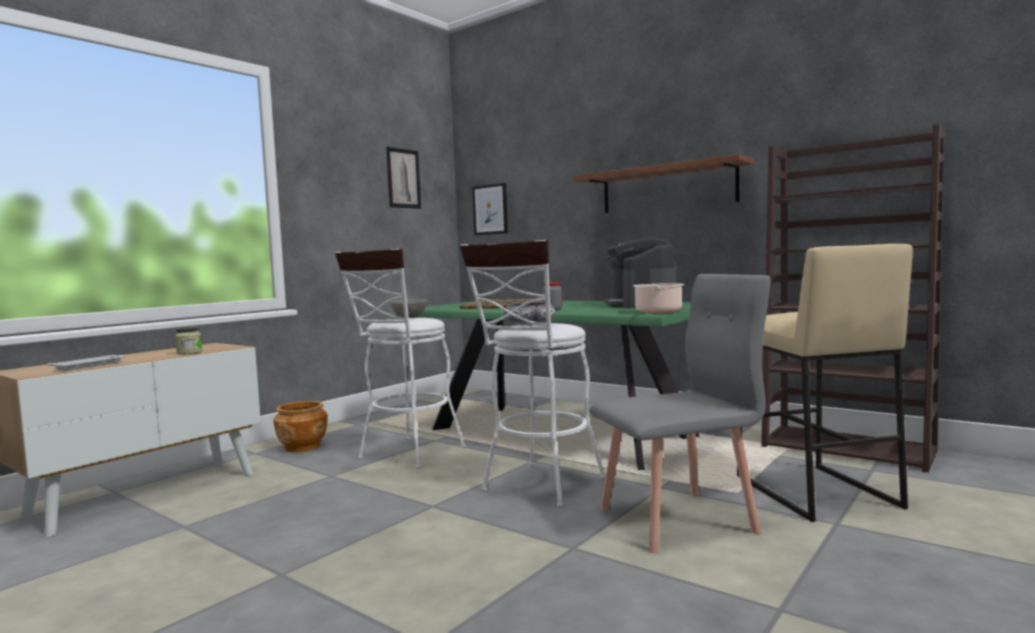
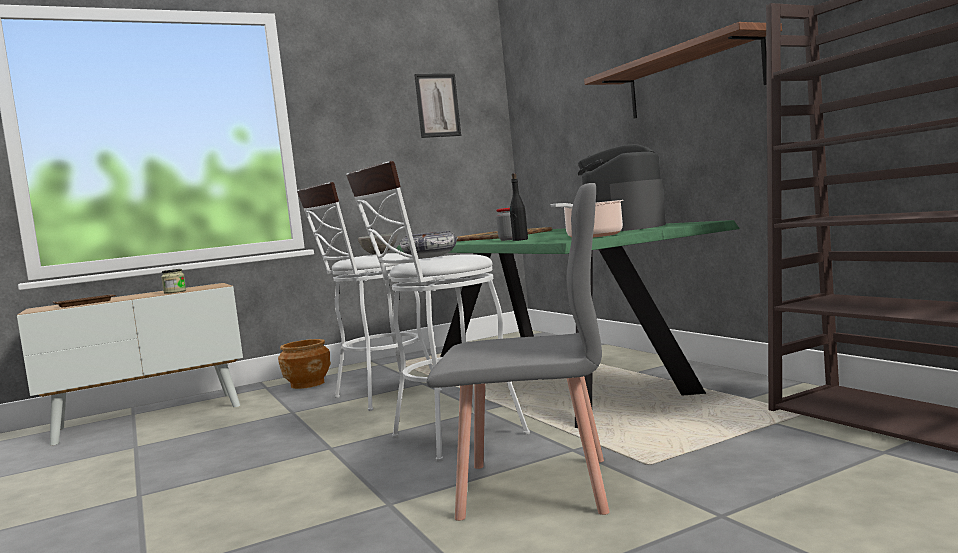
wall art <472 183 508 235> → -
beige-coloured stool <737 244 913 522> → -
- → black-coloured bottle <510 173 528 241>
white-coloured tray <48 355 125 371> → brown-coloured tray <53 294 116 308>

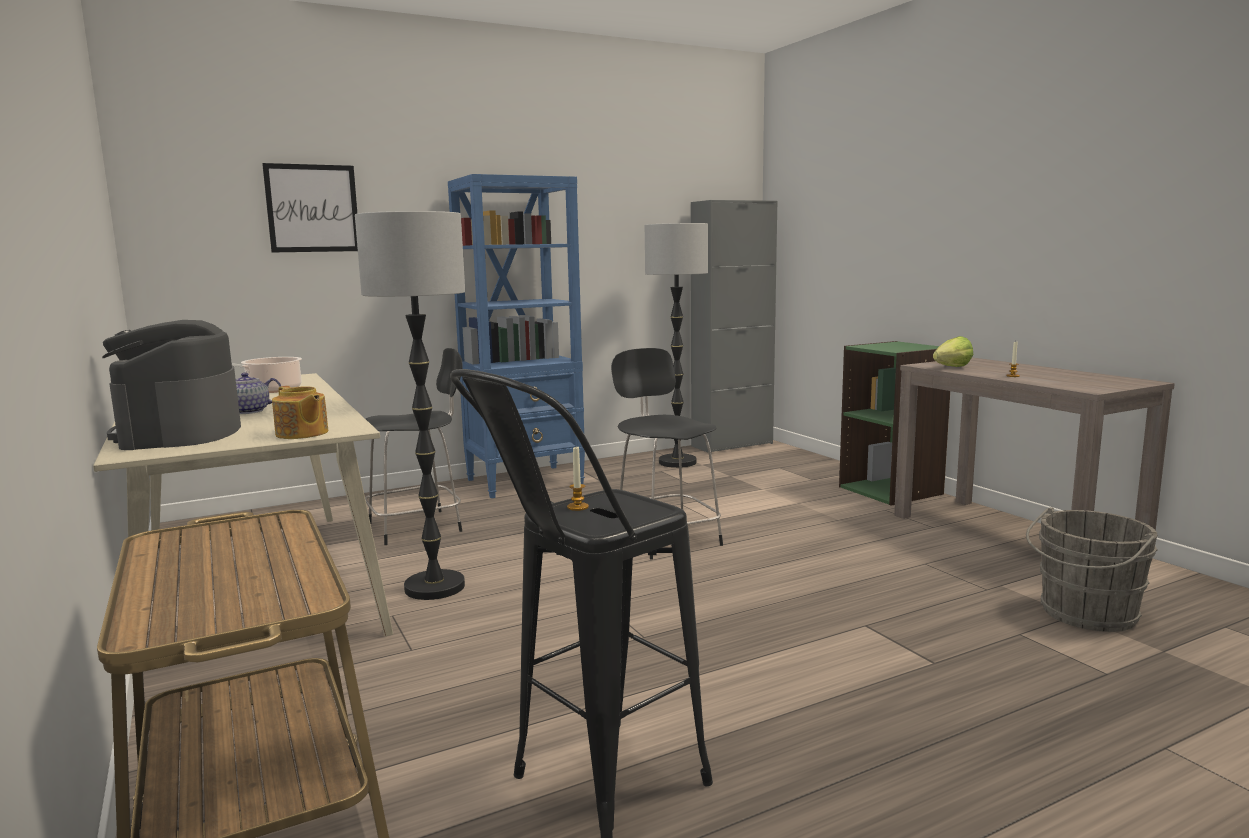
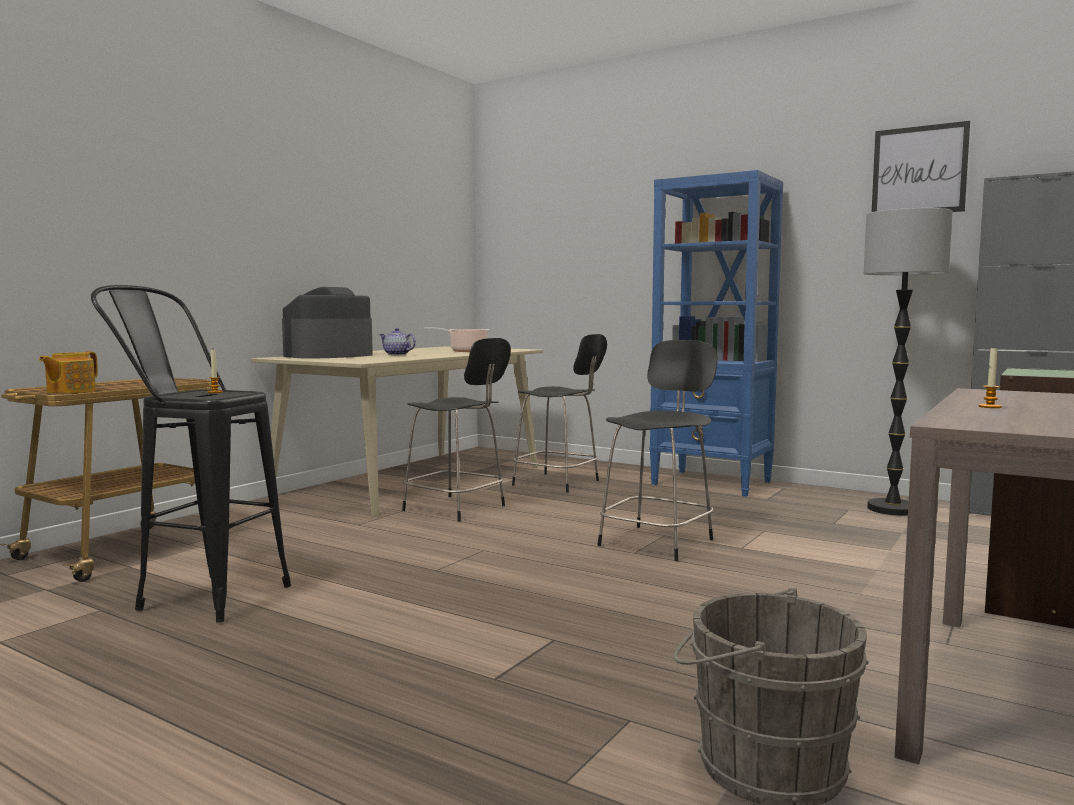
lettuce <933 336 973 367> → -
wall art <262 163 358 253> → wall art <872 121 971 212>, move
teapot <272 386 328 439> → teapot <39 352 98 394>, move
standing lamp <355 211 465 600> → black-coloured upright chair <402 338 511 522>

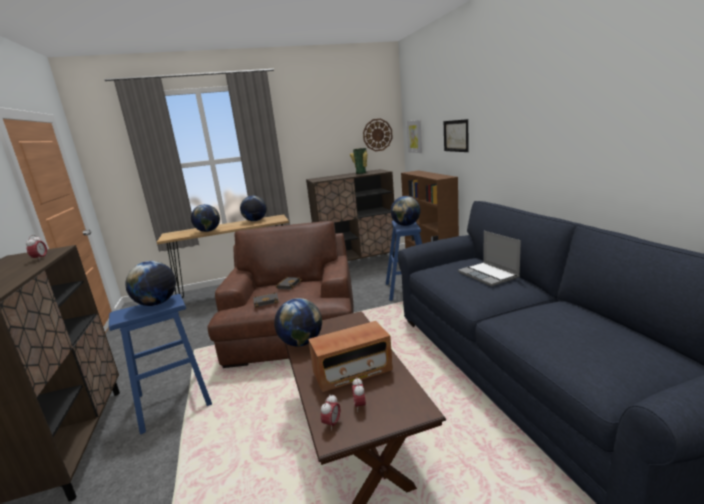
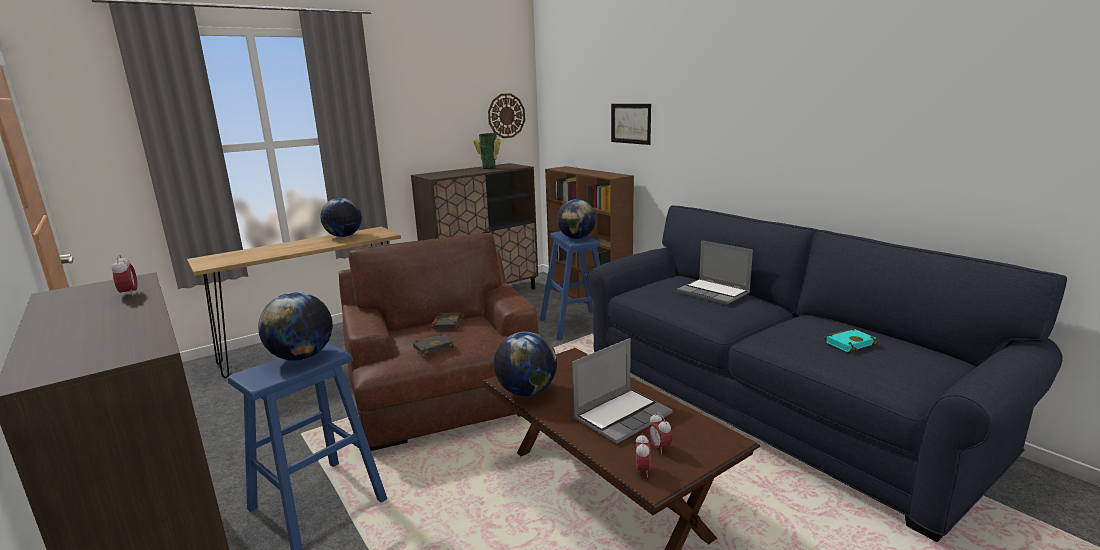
desk globe <191 204 220 232> → -
wall art <407 120 422 153> → -
- → turquoise-coloured volume <824 328 879 353>
radio set <308 321 393 392> → notebook computer <572 338 673 444>

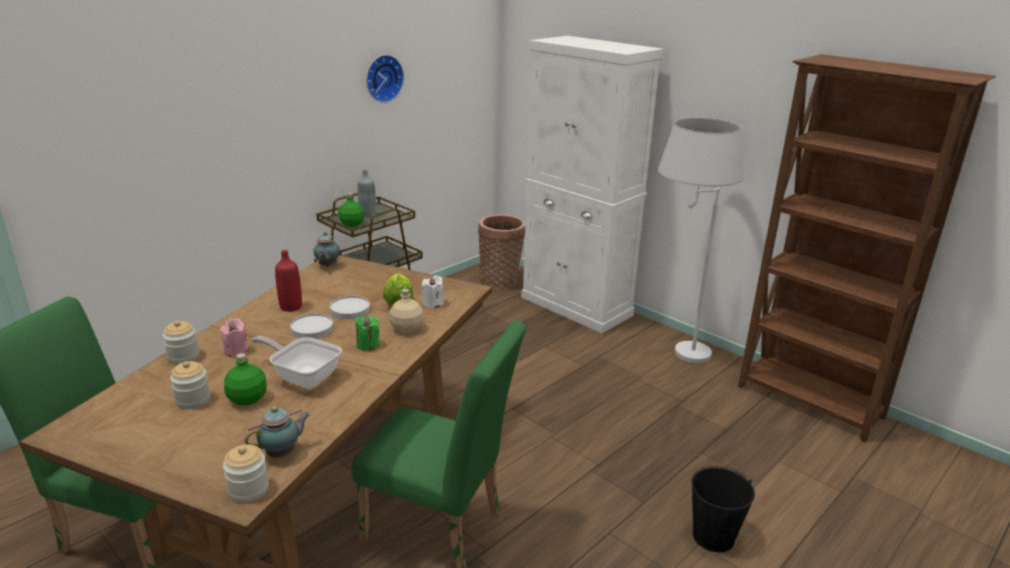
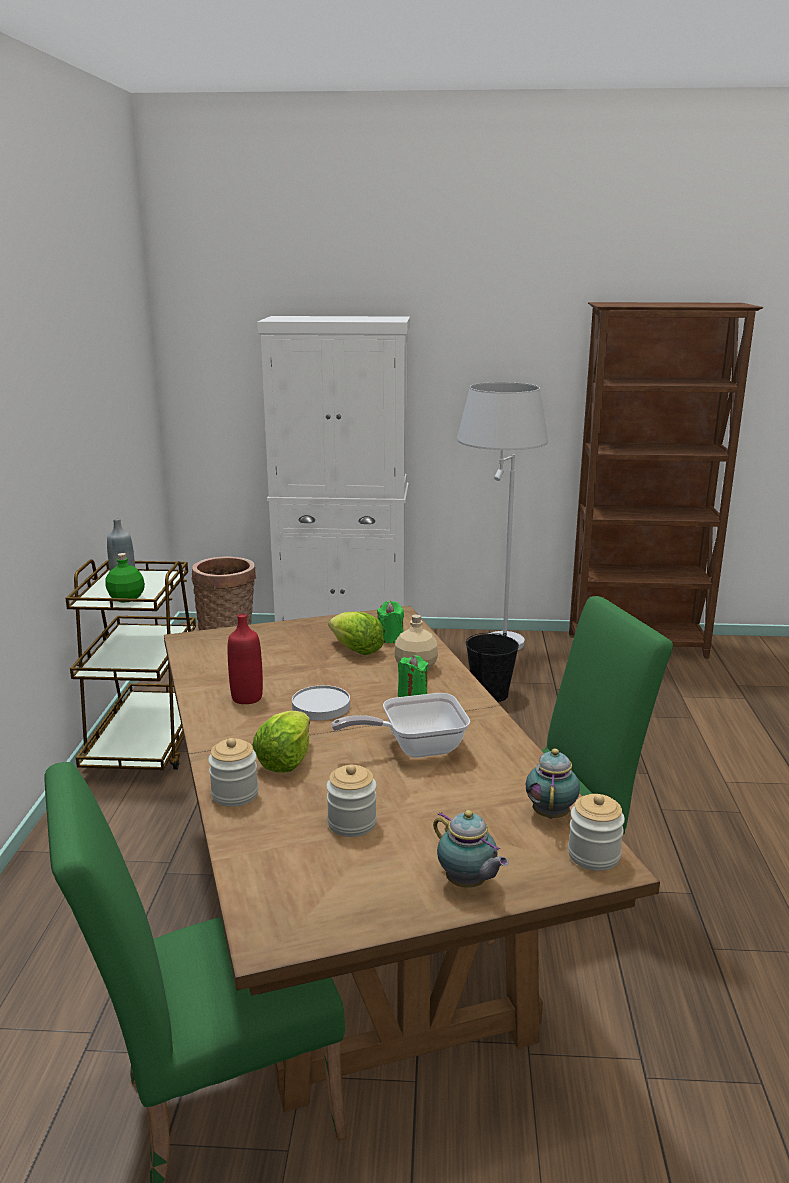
green bottle <224 353 267 405> → -
white-coloured dinner plate <330 296 370 319> → -
wall clock <366 55 404 103> → -
teapot <313 232 340 267> → teapot <433 810 509 888>, move
black-coloured bucket <692 466 755 552> → black-coloured bucket <466 633 519 702>, move
pink-coloured candle <220 318 249 357> → lettuce <253 711 310 773>
white-coloured candle <421 275 444 308> → green candle <377 601 404 643>

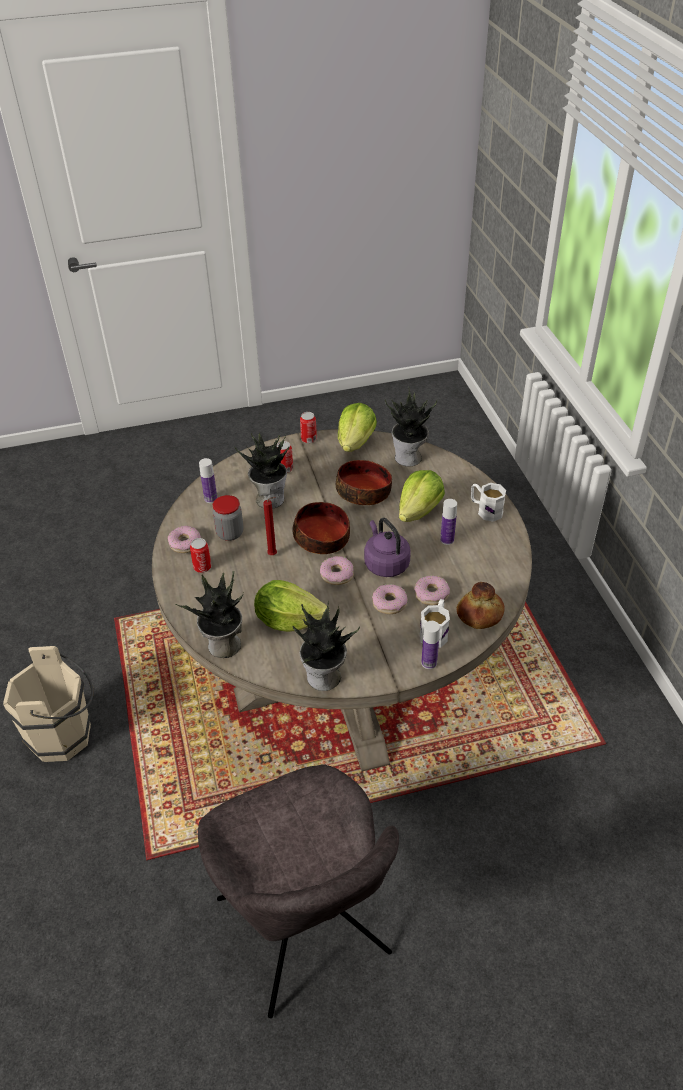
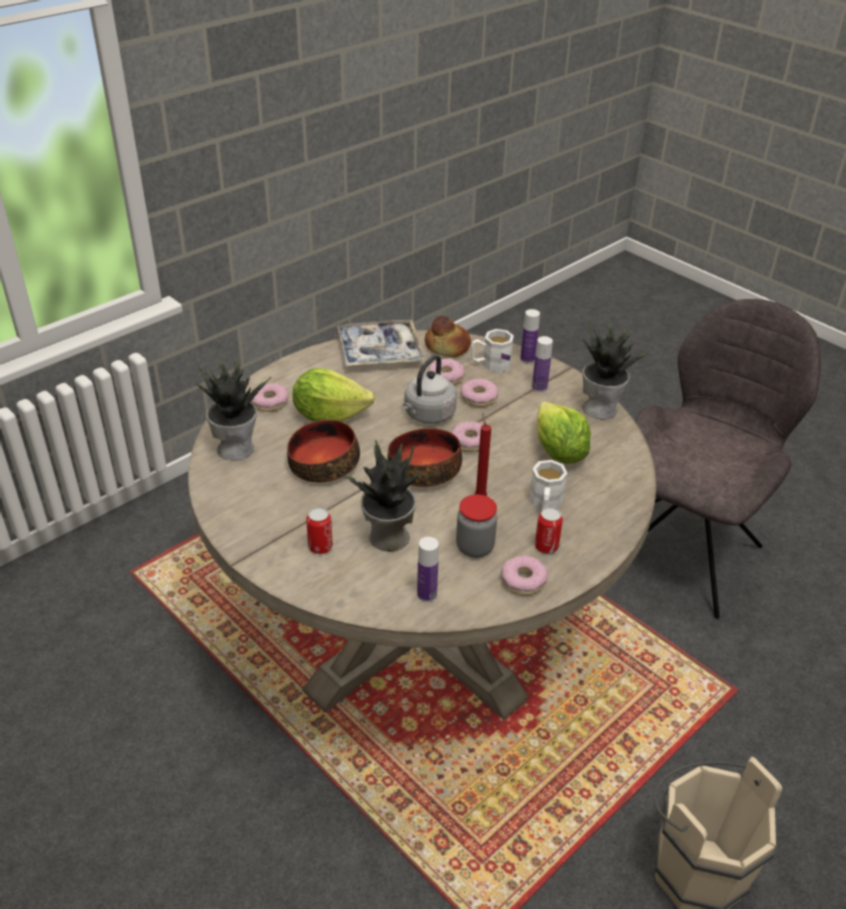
houseplant <176 571 244 658> → -
can <300 412 317 443> → -
lettuce <338 403 377 452> → -
- → doughnut <251 383 288 412>
- → tray <337 320 425 366>
bottle <440 499 457 545> → bottle <532 336 553 392>, move
white-coloured tea mug <471 483 506 522> → white-coloured tea mug <529 460 568 510>, move
purplish tea kettle <364 518 411 577> → greyish tea kettle <403 354 457 424>

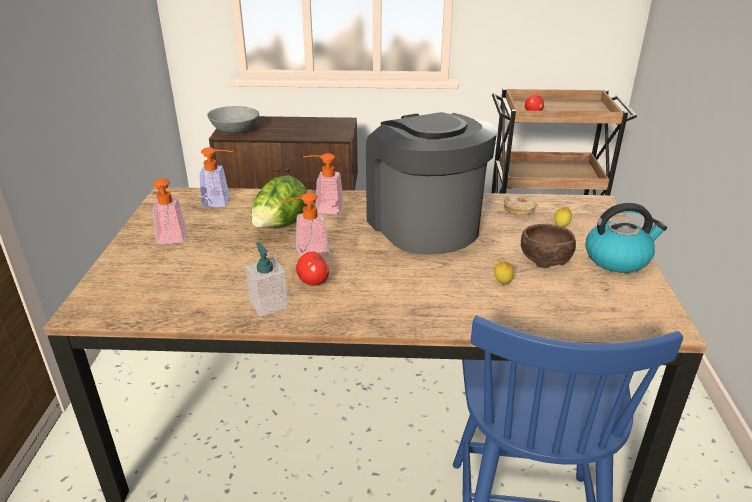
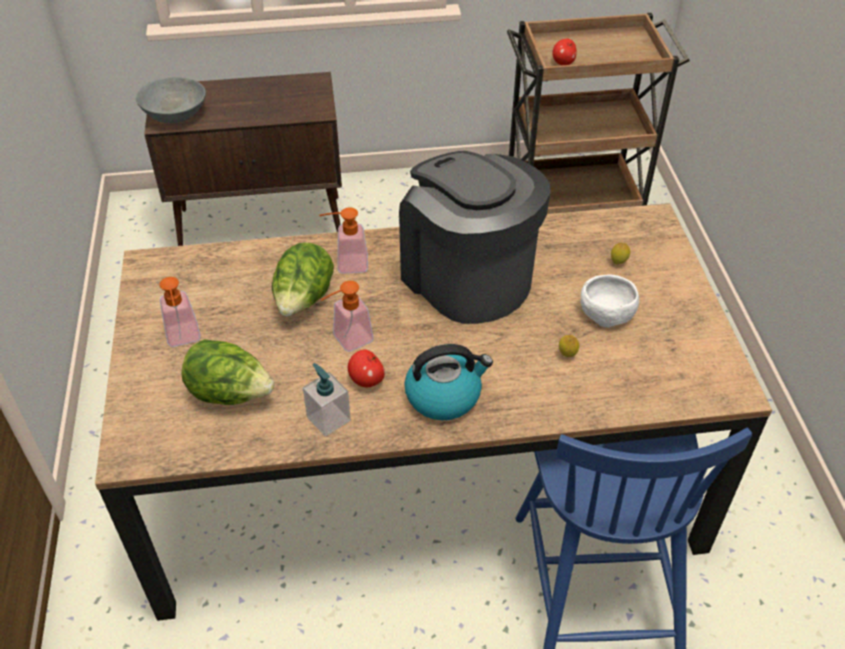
soap dispenser <199 147 233 207> → -
doughnut <504 195 537 215> → -
- → lettuce <181 339 274 405>
tea kettle <585 203 667 273> → tea kettle <404 344 493 420>, move
brown-coloured bowl <521 224 576 268> → white-coloured bowl <581 275 639 328>

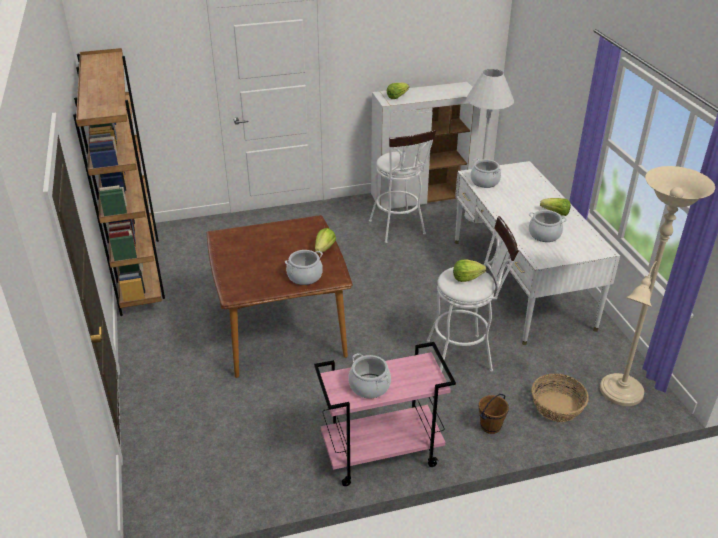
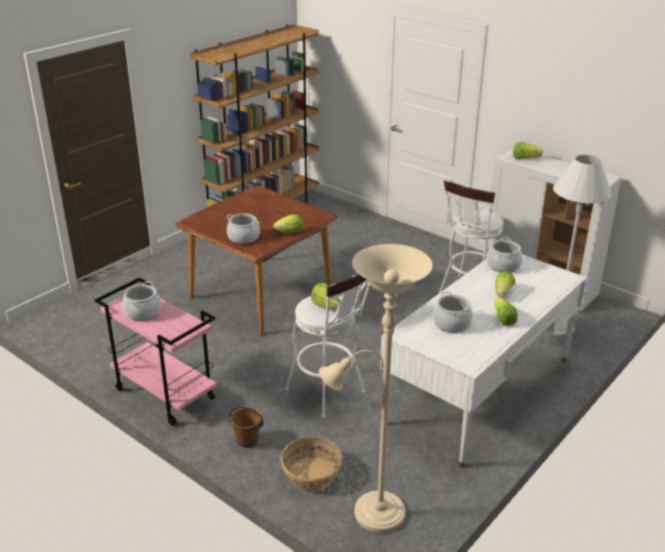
- → lettuce <495 271 515 298>

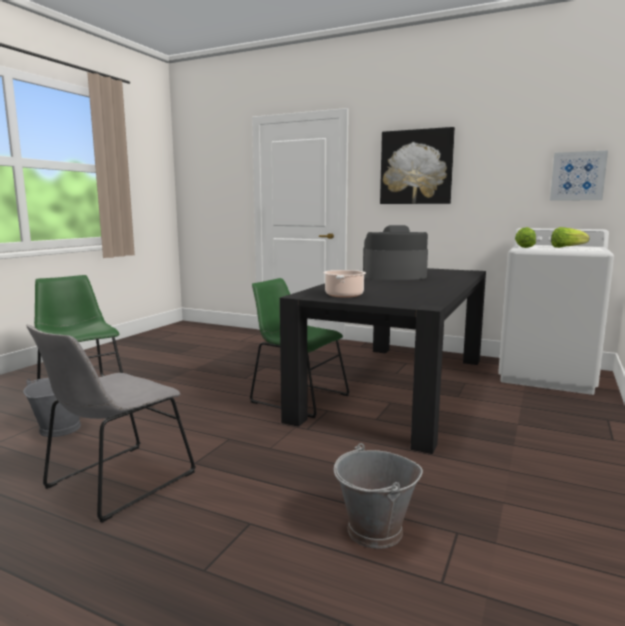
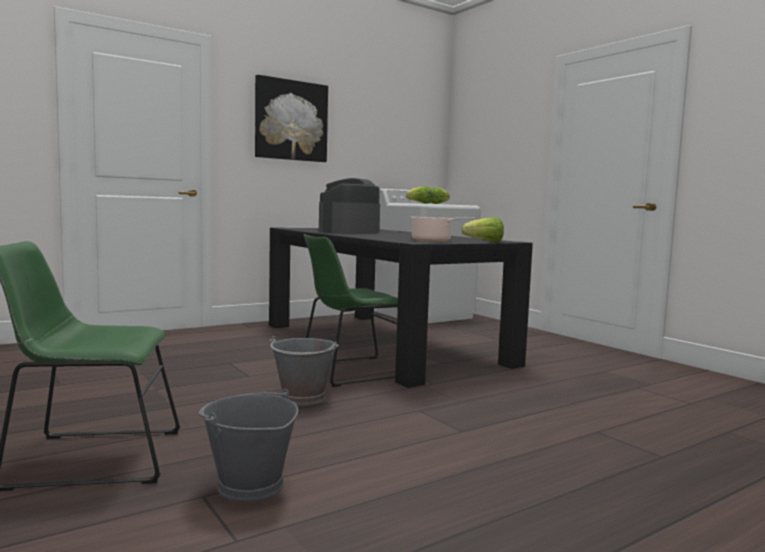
greyish upright chair <26 325 196 523> → -
wall art <550 151 608 201> → -
- → lettuce <461 217 504 242>
greyish bucket <334 443 423 549> → greyish bucket <270 336 339 405>, move

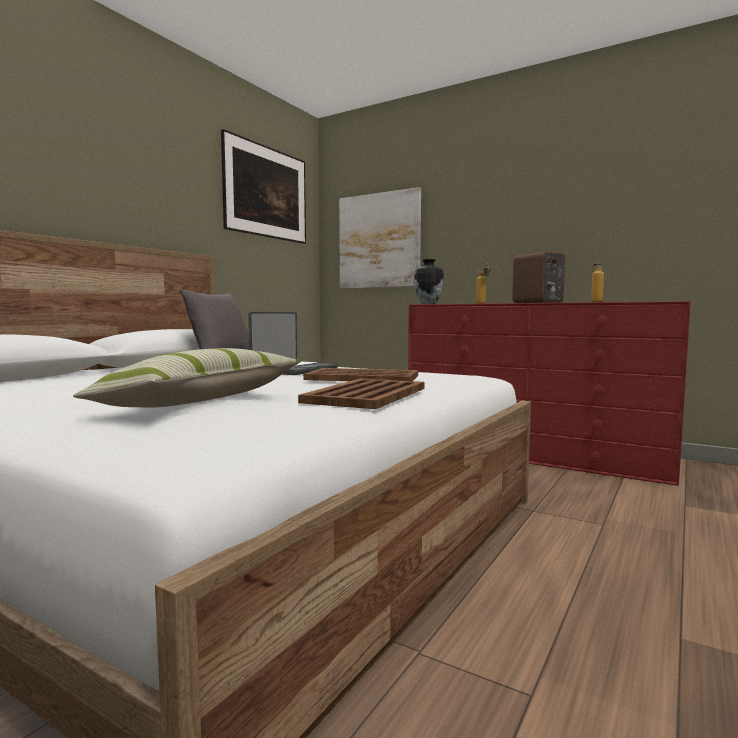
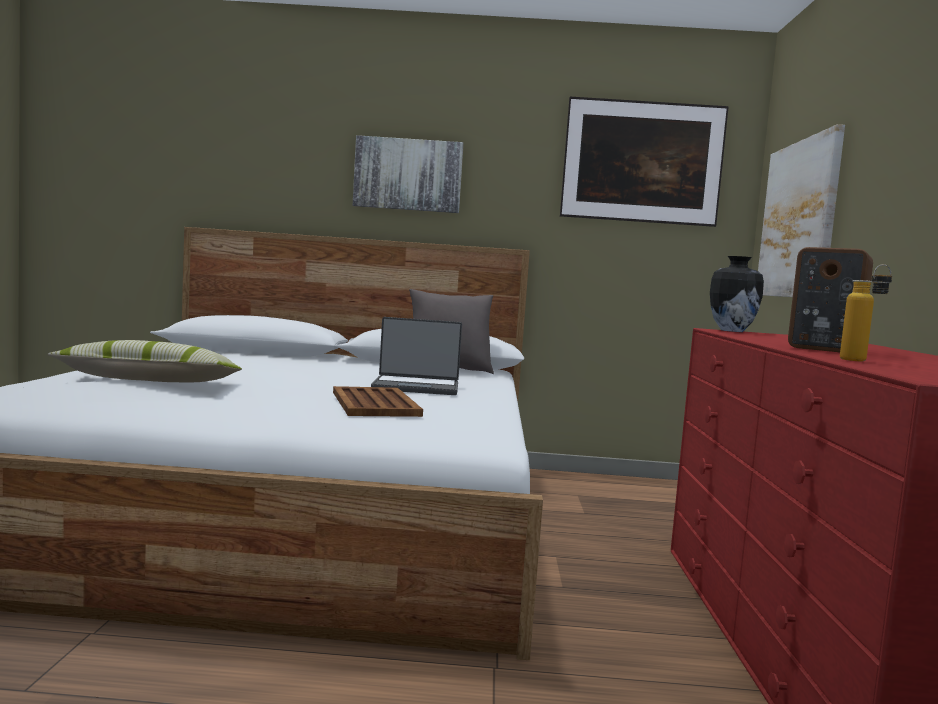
brown-coloured tray <298 378 425 409> → -
bottle <476 264 490 304> → -
- → wall art <353 135 464 213>

